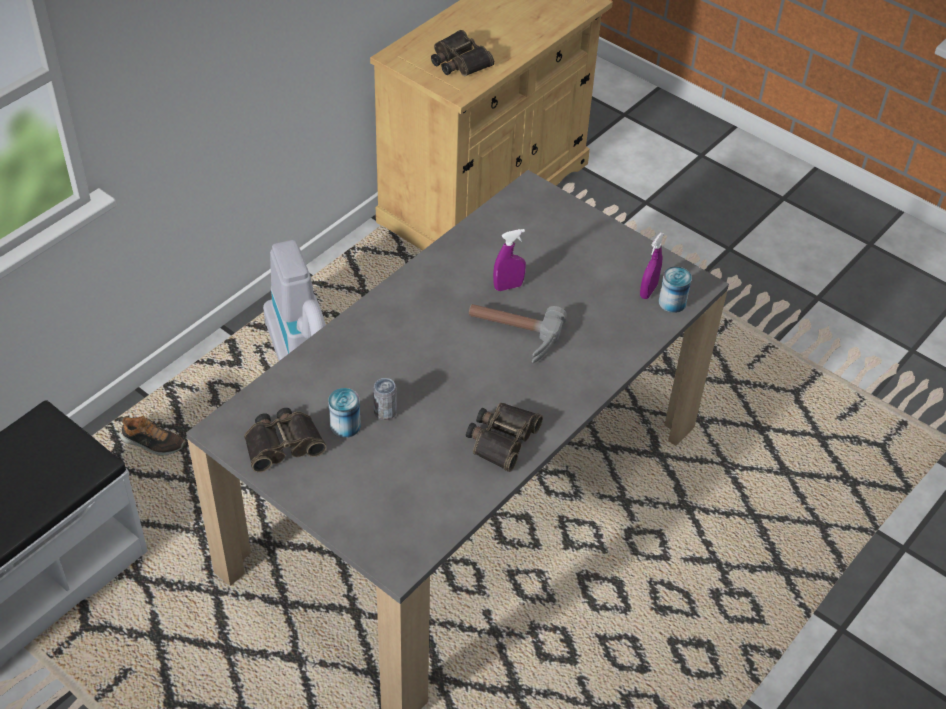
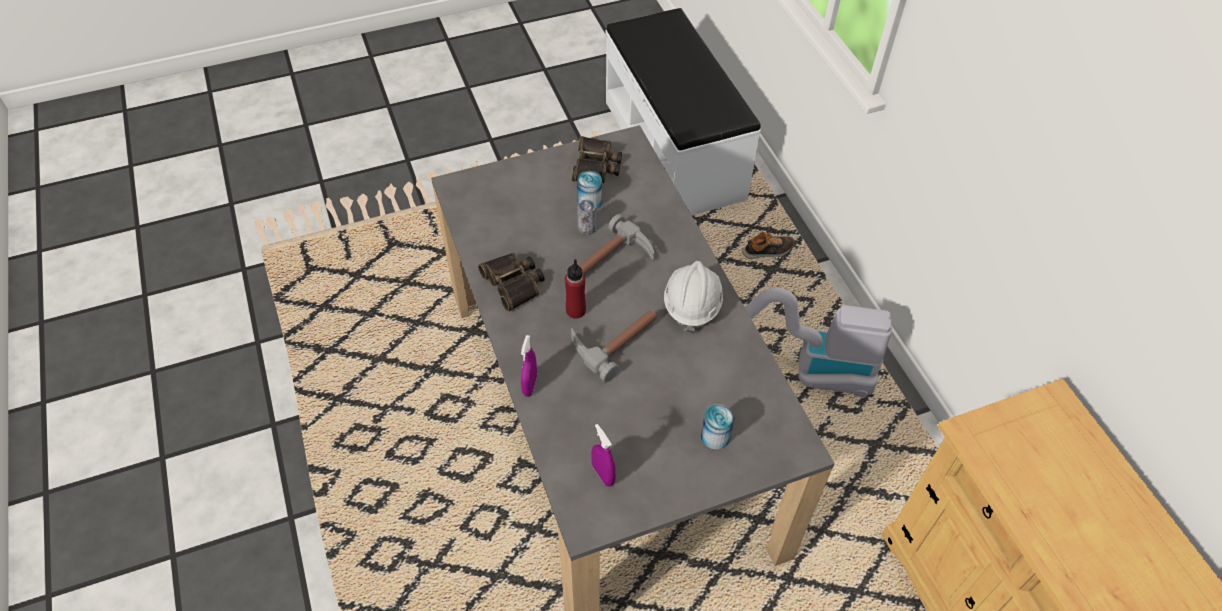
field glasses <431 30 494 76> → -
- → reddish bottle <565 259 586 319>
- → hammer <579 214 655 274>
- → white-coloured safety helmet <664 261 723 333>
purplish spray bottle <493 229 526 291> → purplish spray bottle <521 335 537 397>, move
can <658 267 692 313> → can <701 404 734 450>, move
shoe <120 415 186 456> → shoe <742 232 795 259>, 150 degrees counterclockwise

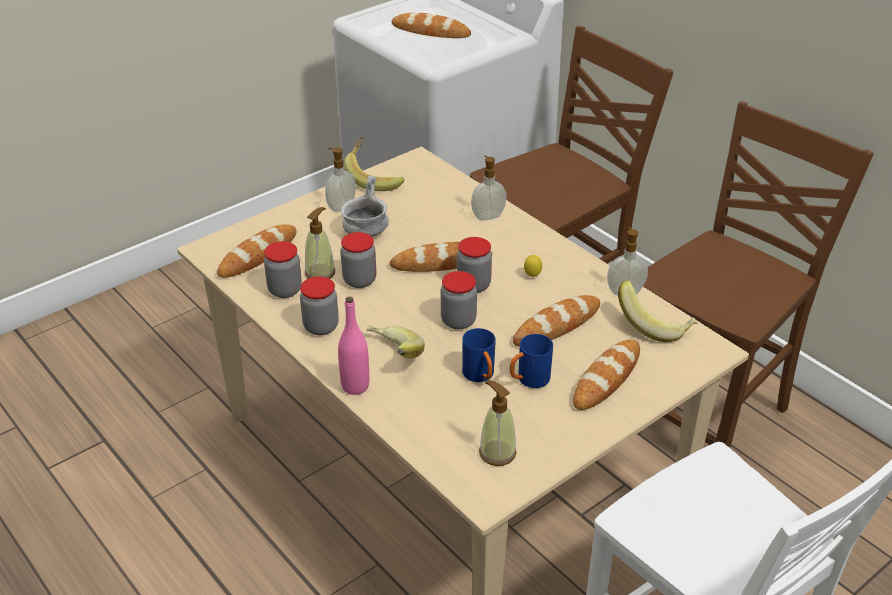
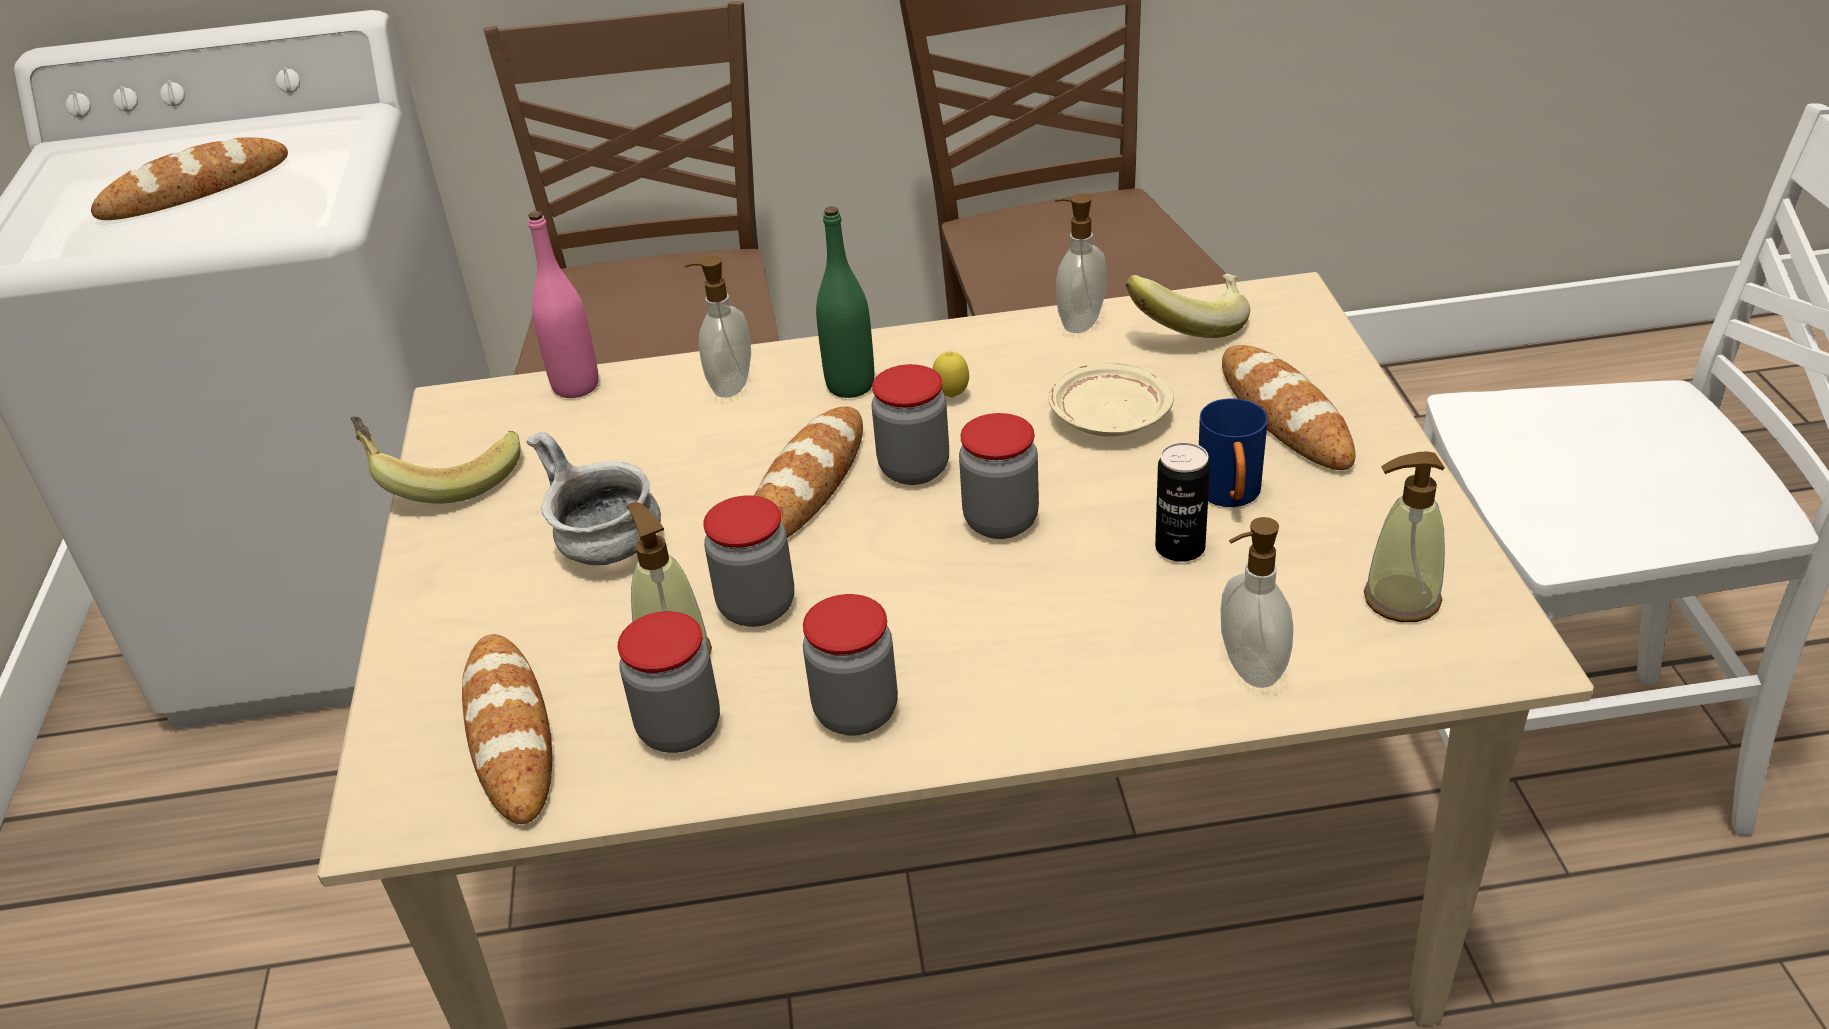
banana fruit <366 325 425 359> → -
- → green bottle <816 206 874 398>
soap dispenser <325 148 356 212> → soap dispenser <1221 517 1293 688>, move
pink-coloured bottle <338 297 369 395> → pink-coloured bottle <528 211 599 398>, move
blue-coloured tea mug <462 328 496 382> → can <1155 442 1210 562>
bread <513 295 600 347> → beige-coloured dinner plate <1048 362 1174 437>

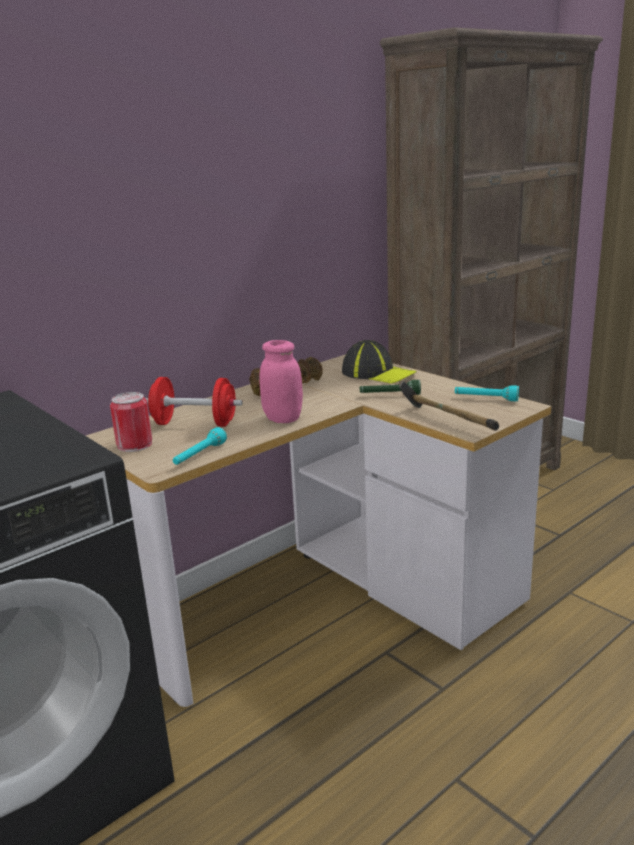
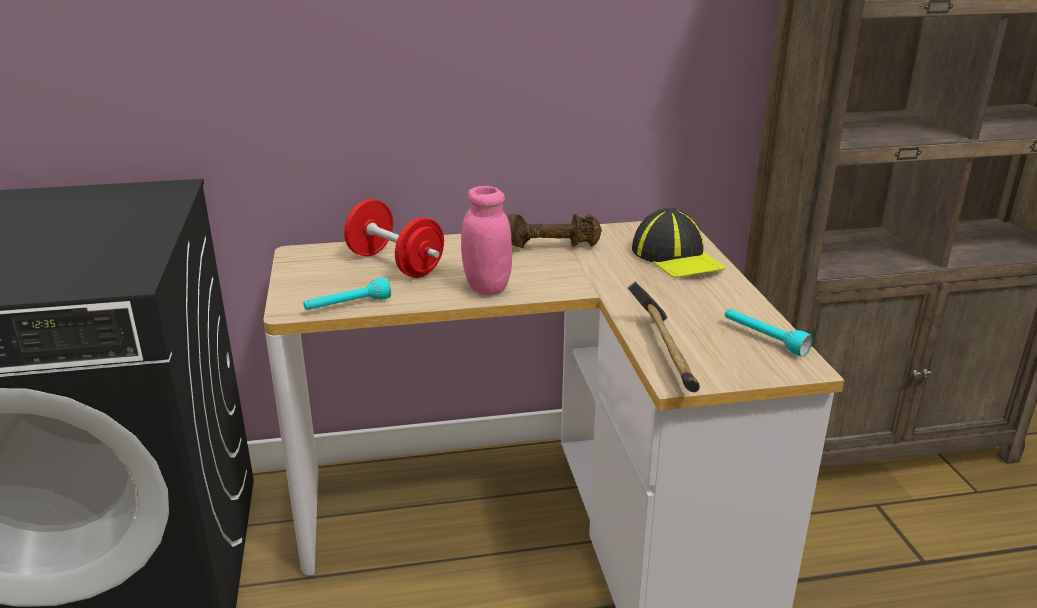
can <110 392 152 452> → -
green flashlight <360 380 421 395> → -

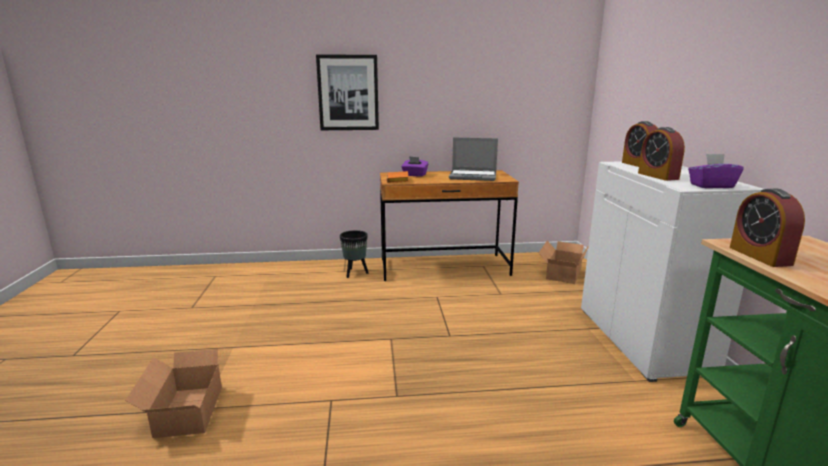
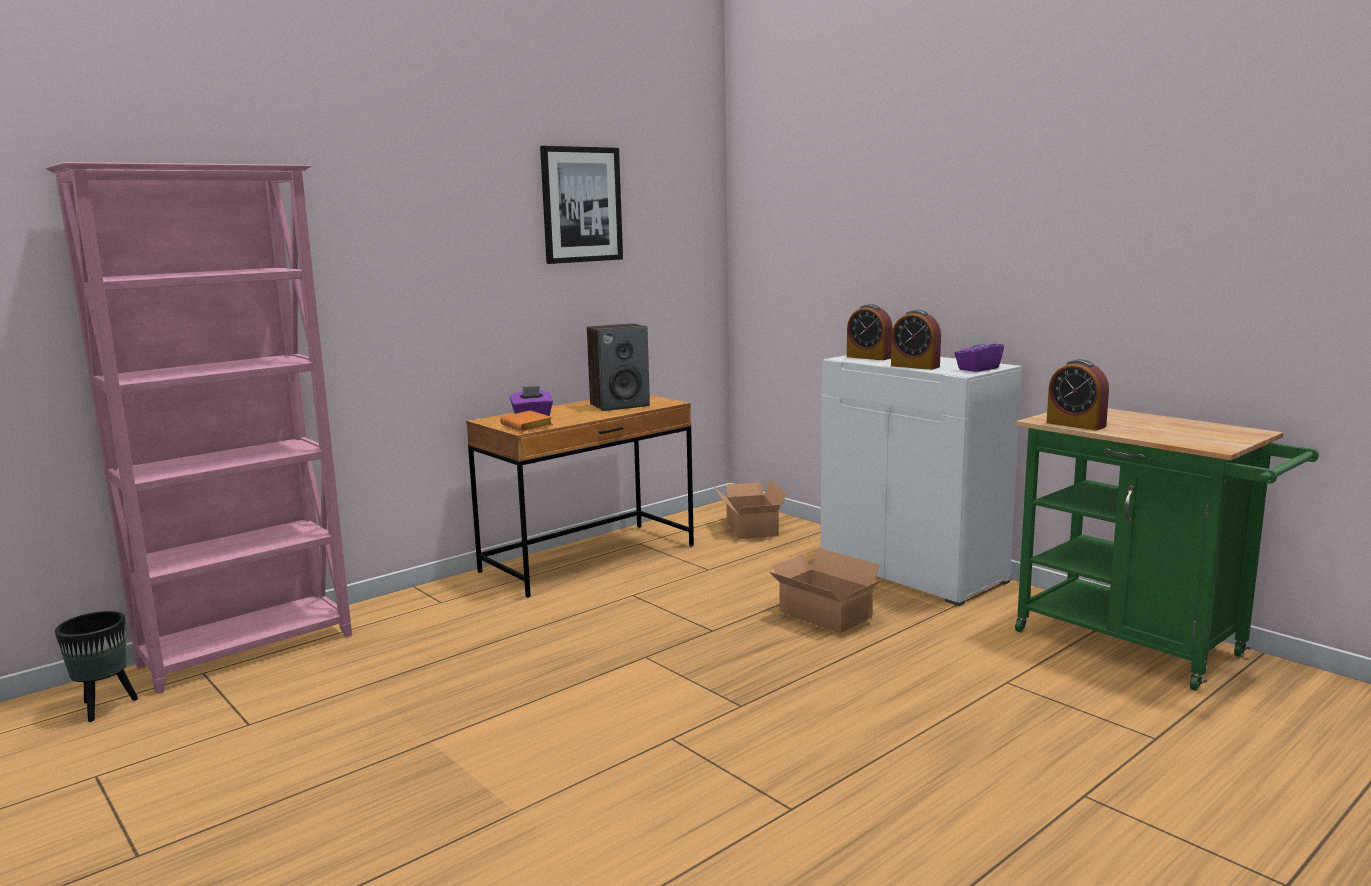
- → pink-coloured bookcase <45 162 352 694>
cardboard box <125 348 225 438> → cardboard box <768 548 883 633>, move
wall art <316 55 379 130> → wall art <540 146 623 264>, move
black-coloured plant pot <340 230 369 278> → black-coloured plant pot <55 611 138 722>, move
notebook computer <449 137 498 181> → loudspeaker <587 323 650 411>

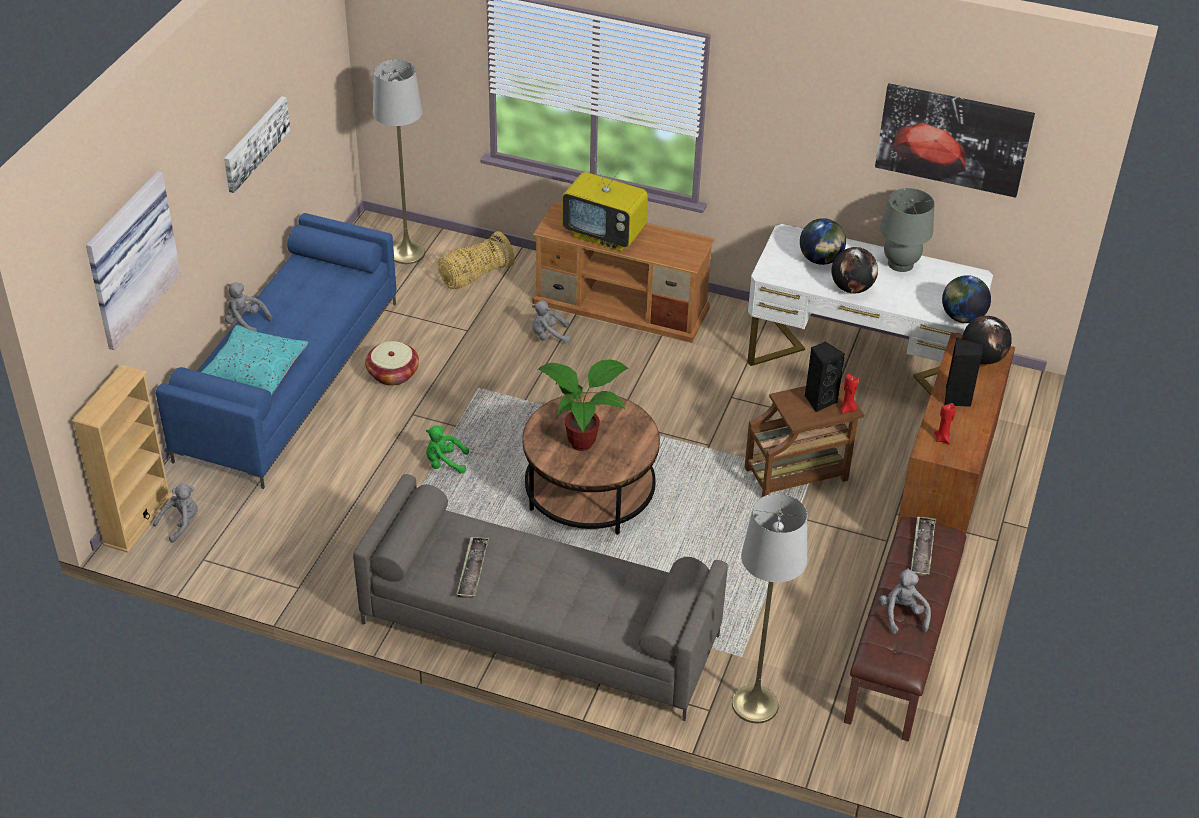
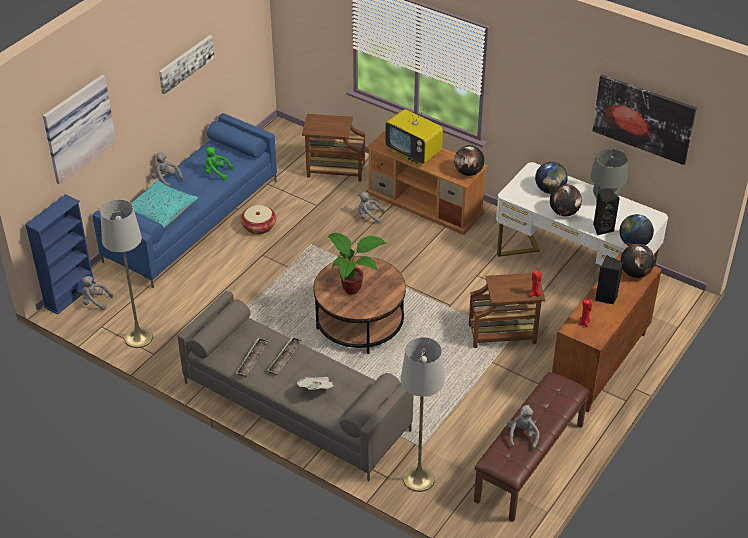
- → printed paper <297 377 334 390>
- → desk globe <454 145 484 176>
greyish standing lamp <373 60 425 264> → greyish standing lamp <100 200 153 348>, move
green soft toy <426 425 469 474> → green soft toy <205 147 233 180>, move
black-coloured loudspeaker <805 341 845 412> → black-coloured loudspeaker <593 189 620 235>, move
tray <911 517 936 577> → tray <267 337 303 375>, move
storage basket <438 231 515 289> → brown-coloured side table <302 114 365 181>
beige-coloured bookcase <72 364 172 553> → blue-coloured bookcase <25 194 96 315>
greyish soft toy <153 484 198 543> → greyish soft toy <81 276 113 310>, 135 degrees counterclockwise

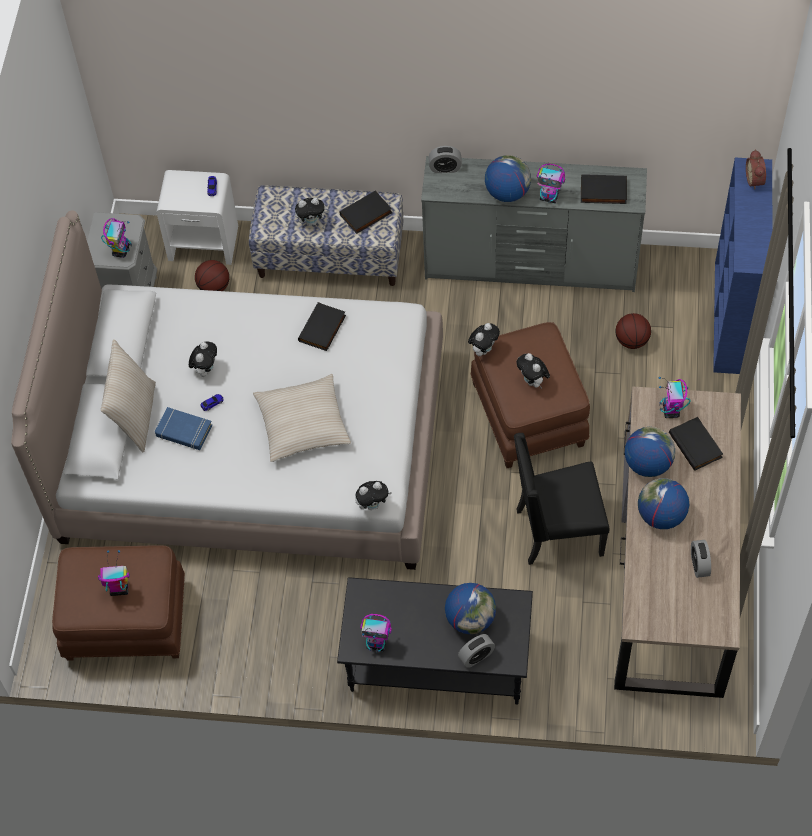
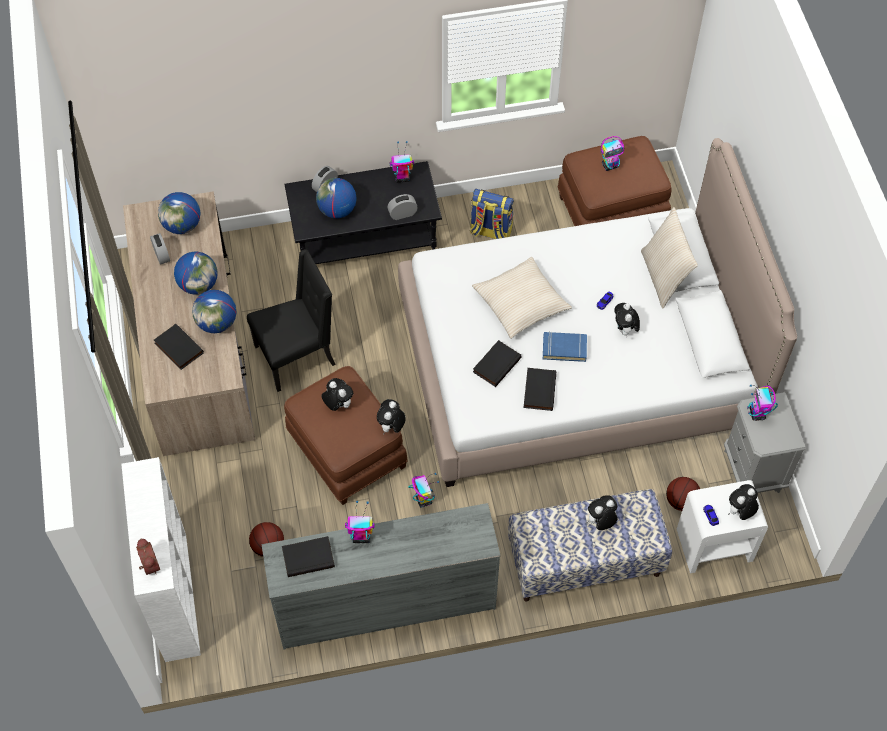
- → backpack <470 189 514 239>
blue-coloured volume <155 407 212 450> → blue-coloured volume <543 331 587 362>, move
black-coloured volume <339 190 392 234> → black-coloured volume <473 340 522 387>, move
soft toy <355 481 392 510> → soft toy <728 484 759 520>, move
table clock <429 146 462 173> → table clock <387 194 418 220>, move
desk globe <485 155 531 202> → desk globe <158 192 200 234>, move
robot figure <659 377 691 418> → robot figure <408 473 439 508>, move
blue-coloured bookcase <713 158 773 374> → white-coloured bookcase <121 457 201 662>

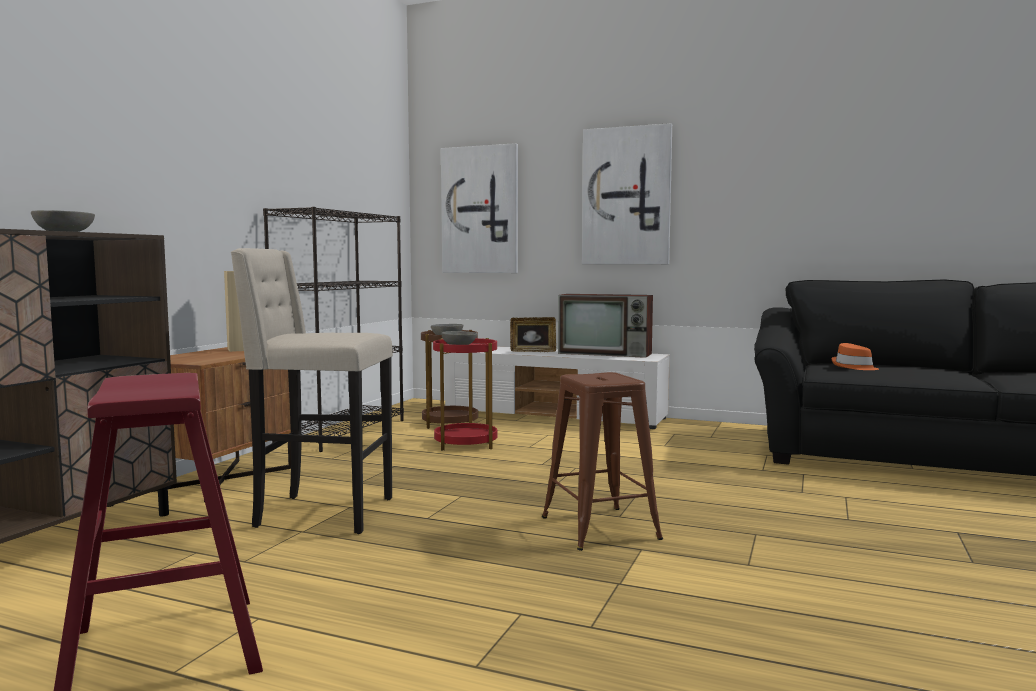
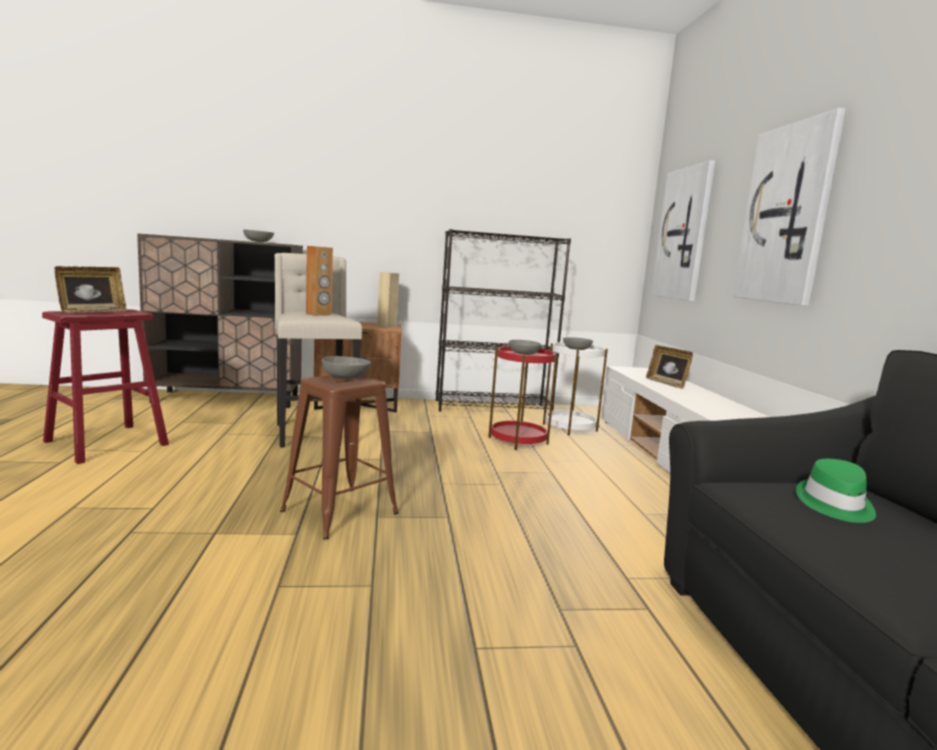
TV <558 294 653 358> → -
- → picture frame <55 266 127 313>
- → brown-coloured loudspeaker <306 246 333 316>
- → greyish bowl <322 356 371 379>
brown-coloured side table <421 330 478 429> → white-coloured side table <543 342 608 436>
orangey hat <831 343 879 370> → green hat <796 459 876 523>

